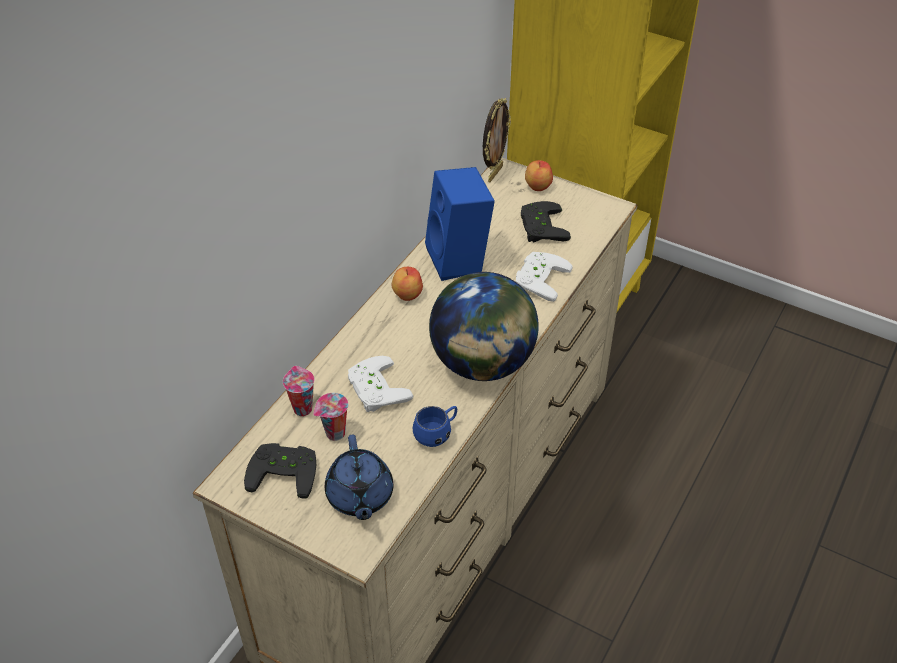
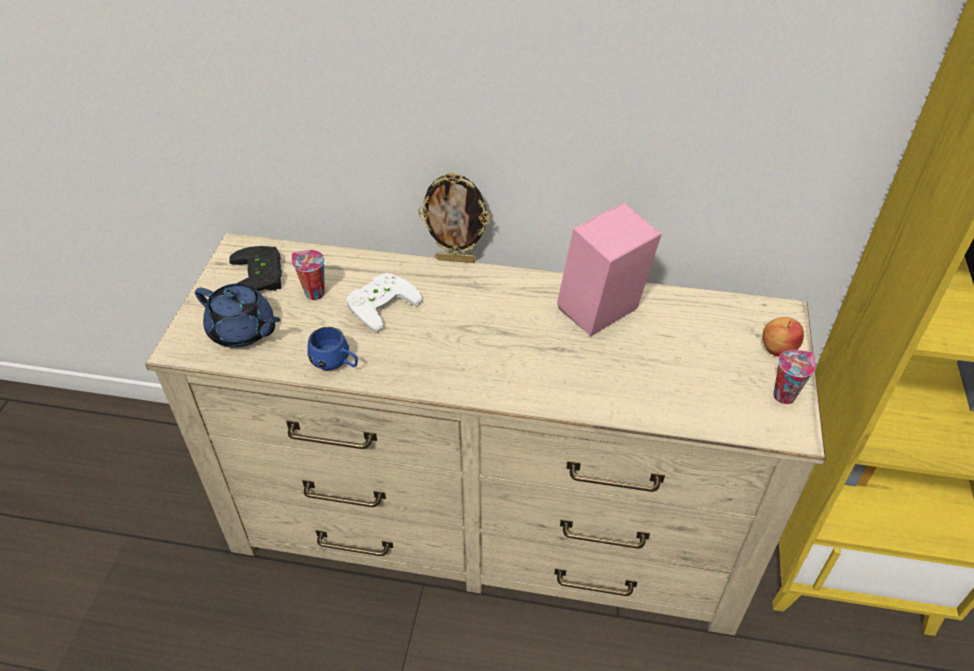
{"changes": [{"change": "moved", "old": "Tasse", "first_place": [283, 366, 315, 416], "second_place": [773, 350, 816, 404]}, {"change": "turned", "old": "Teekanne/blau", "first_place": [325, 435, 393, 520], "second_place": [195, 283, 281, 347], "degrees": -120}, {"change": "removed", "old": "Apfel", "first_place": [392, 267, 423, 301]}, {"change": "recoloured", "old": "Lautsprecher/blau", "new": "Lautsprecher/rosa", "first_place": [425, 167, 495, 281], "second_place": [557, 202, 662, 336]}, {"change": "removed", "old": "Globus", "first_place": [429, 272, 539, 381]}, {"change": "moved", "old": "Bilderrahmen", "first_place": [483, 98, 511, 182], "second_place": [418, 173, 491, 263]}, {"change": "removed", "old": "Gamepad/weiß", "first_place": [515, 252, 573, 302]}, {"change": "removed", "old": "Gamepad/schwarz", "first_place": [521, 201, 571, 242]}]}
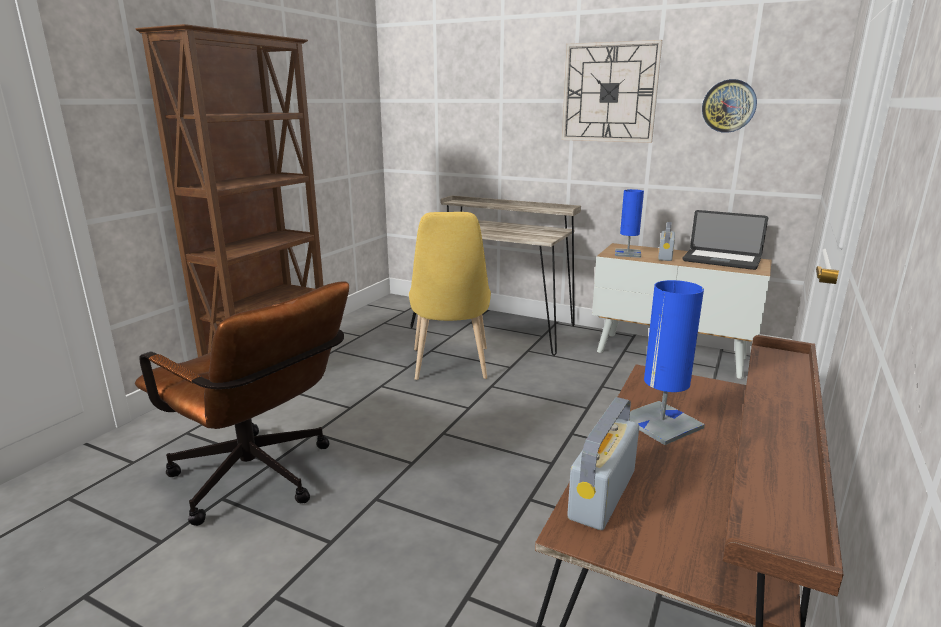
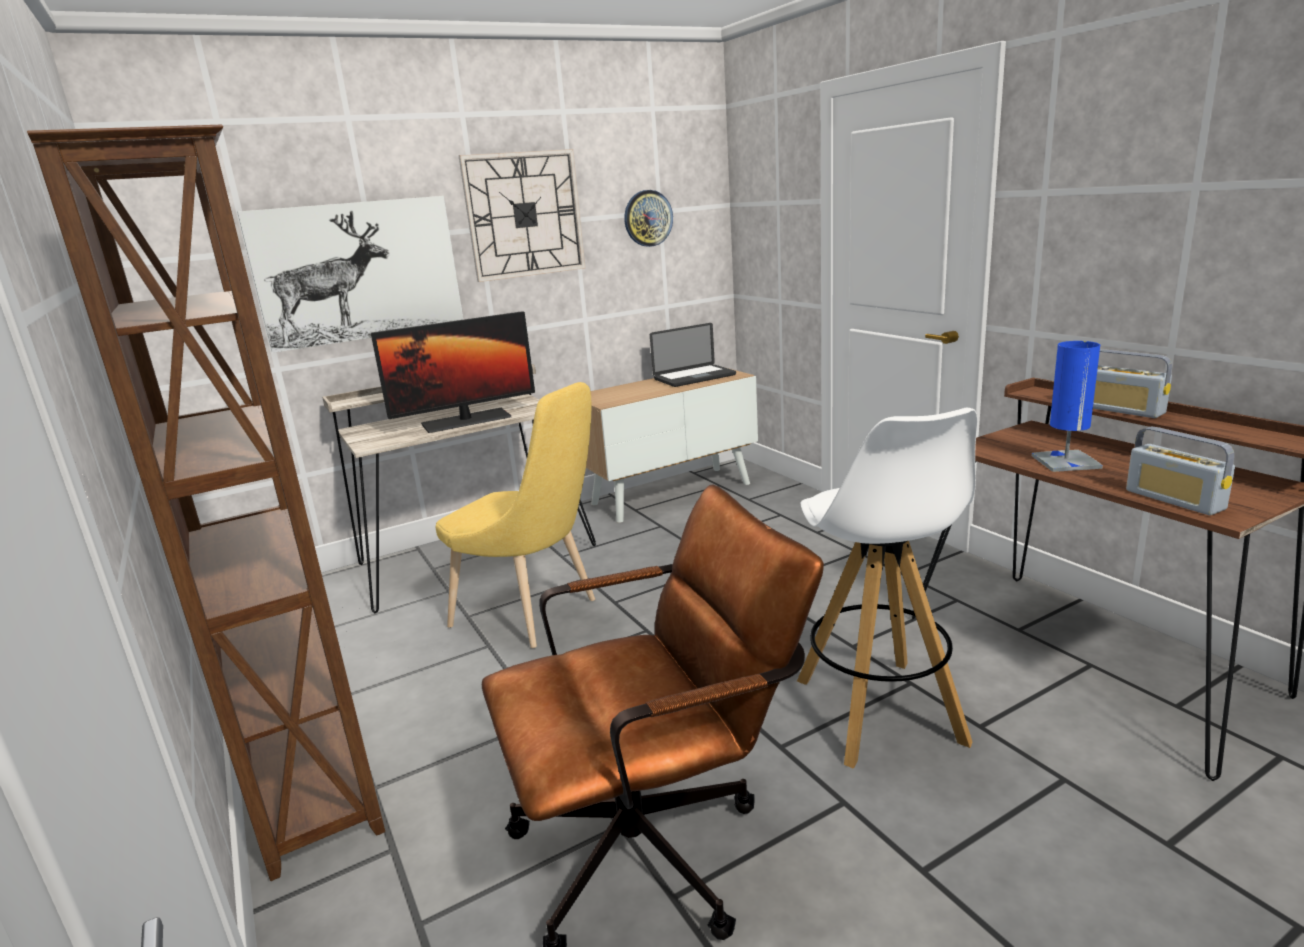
{"changes": [{"change": "removed", "old": "Tischlampe/blau", "first_place": [615, 189, 644, 258]}, {"change": "moved", "old": "Radio", "first_place": [658, 222, 675, 261], "second_place": [1093, 349, 1172, 418]}, {"change": "added", "new": "Bild", "second_place": [237, 196, 463, 353]}, {"change": "added", "new": "Monitor", "second_place": [371, 311, 535, 433]}, {"change": "added", "new": "Hocker/weiß", "second_place": [797, 408, 978, 769]}]}
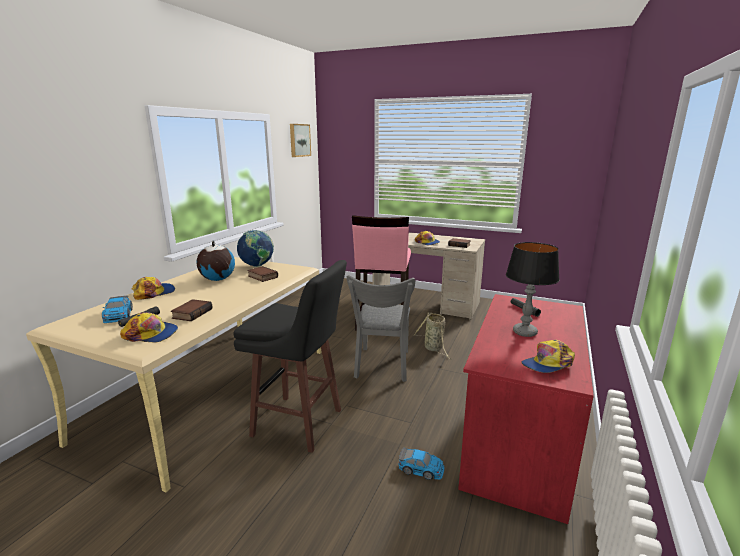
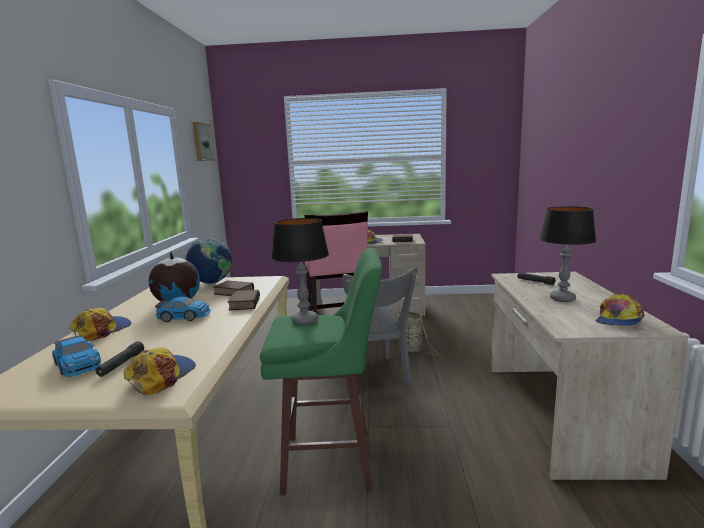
{"changes": [{"change": "turned", "old": "Kappe", "first_place": [120, 312, 178, 343], "second_place": [124, 347, 196, 395], "degrees": -60}, {"change": "moved", "old": "Buch", "first_place": [171, 299, 213, 321], "second_place": [228, 290, 260, 311]}, {"change": "recoloured", "old": "Hocker/schwarz", "new": "Hocker/grün", "first_place": [233, 260, 347, 453], "second_place": [260, 248, 382, 495]}, {"change": "moved", "old": "Spielzeugauto", "first_place": [399, 448, 445, 480], "second_place": [155, 297, 211, 322]}, {"change": "recoloured", "old": "Schreibtisch/rot", "new": "Schreibtisch/beige", "first_place": [458, 294, 594, 524], "second_place": [491, 272, 688, 480]}, {"change": "added", "new": "Tischlampe", "second_place": [271, 218, 329, 325]}]}
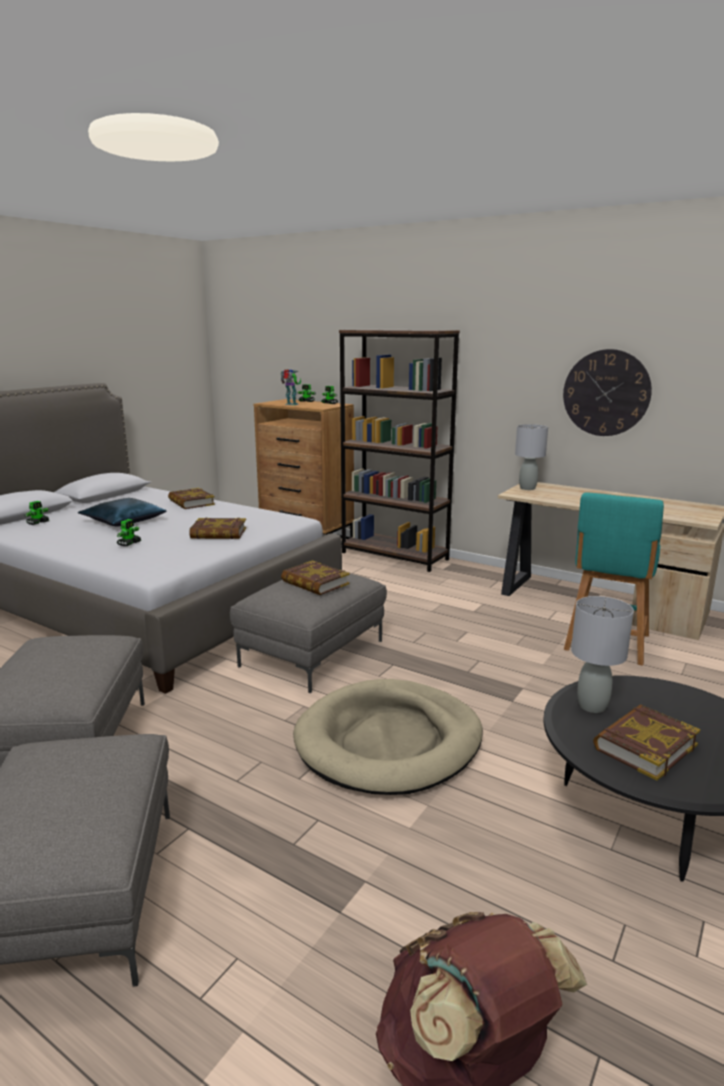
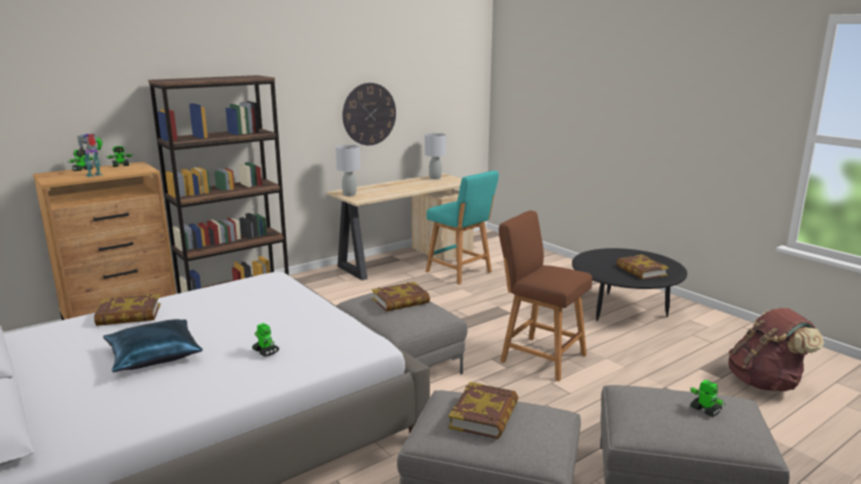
{"changes": [{"change": "moved", "old": "Spielzeugroboter", "first_place": [25, 501, 49, 525], "second_place": [690, 380, 726, 417]}, {"change": "moved", "old": "Buch", "first_place": [189, 518, 246, 539], "second_place": [448, 382, 518, 439]}, {"change": "replaced", "old": "Hundebett/beige", "new": "Hocker/braun", "first_place": [293, 679, 483, 795], "second_place": [499, 211, 592, 381]}, {"change": "moved", "old": "Tischlampe/grau", "first_place": [571, 596, 634, 713], "second_place": [425, 133, 446, 180]}]}
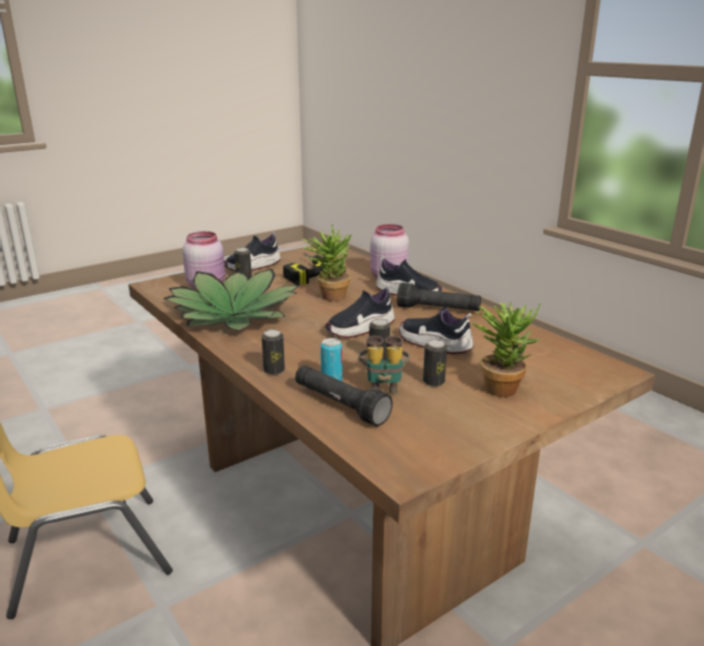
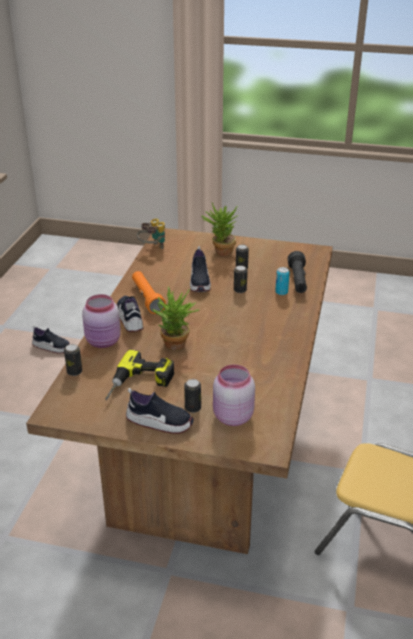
{"changes": [{"change": "removed", "old": "Topfpflanze", "first_place": [163, 269, 299, 331]}, {"change": "moved", "old": "Dose", "first_place": [262, 329, 285, 375], "second_place": [64, 344, 82, 376]}, {"change": "moved", "old": "Schuh", "first_place": [325, 285, 395, 338], "second_place": [32, 326, 70, 354]}, {"change": "moved", "old": "Fernglas", "first_place": [358, 336, 410, 394], "second_place": [137, 218, 165, 249]}, {"change": "recoloured", "old": "Taschenlampe/schwarz", "new": "Taschenlampe/orange", "first_place": [397, 283, 481, 311], "second_place": [132, 271, 166, 314]}]}
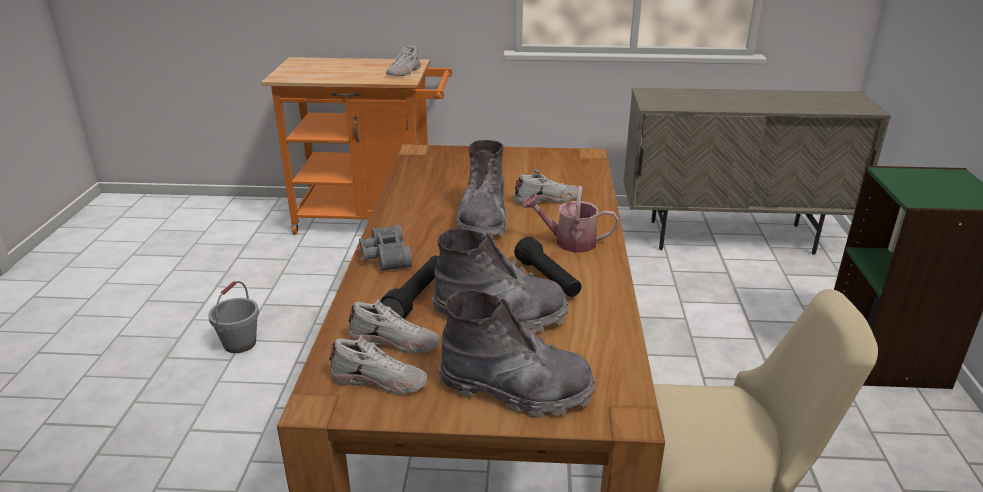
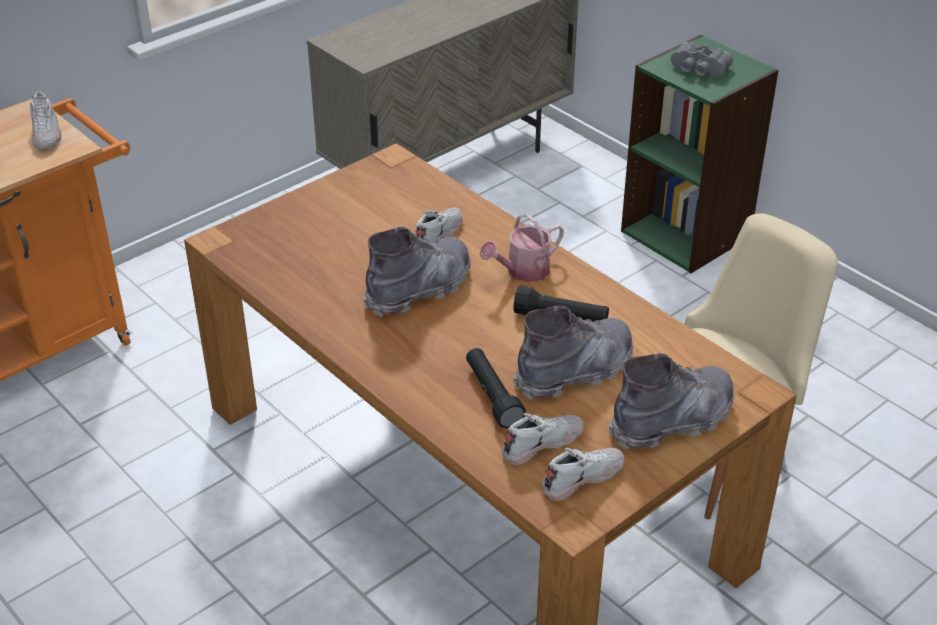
{"changes": [{"change": "removed", "old": "Eimer/grau", "first_place": [208, 281, 259, 353]}, {"change": "moved", "old": "Fernglas/grau", "first_place": [359, 225, 412, 271], "second_place": [671, 42, 733, 77]}, {"change": "turned", "old": "Stiefel/grau", "first_place": [457, 140, 507, 239], "second_place": [363, 227, 471, 317], "degrees": -90}]}
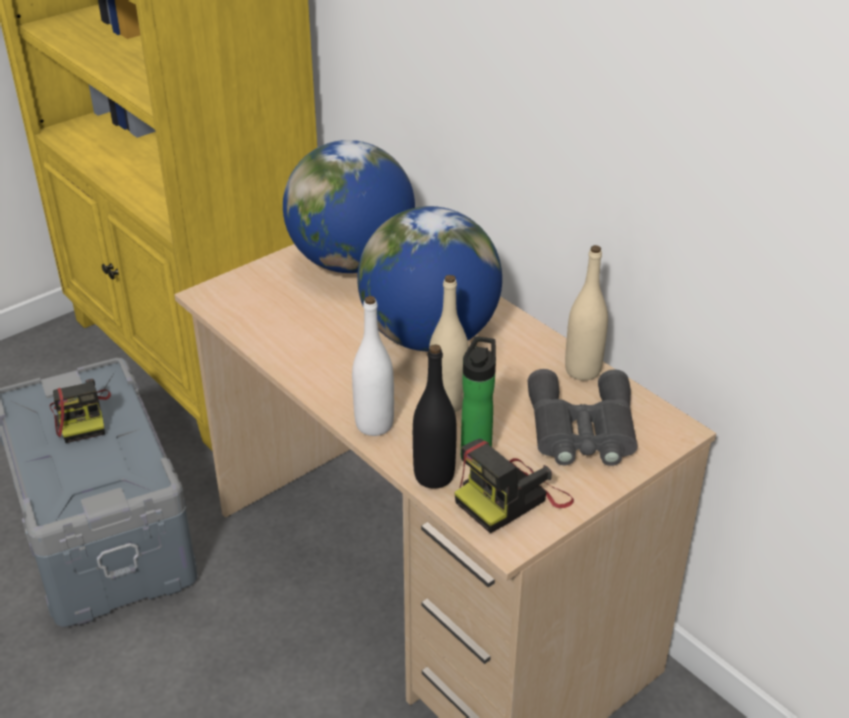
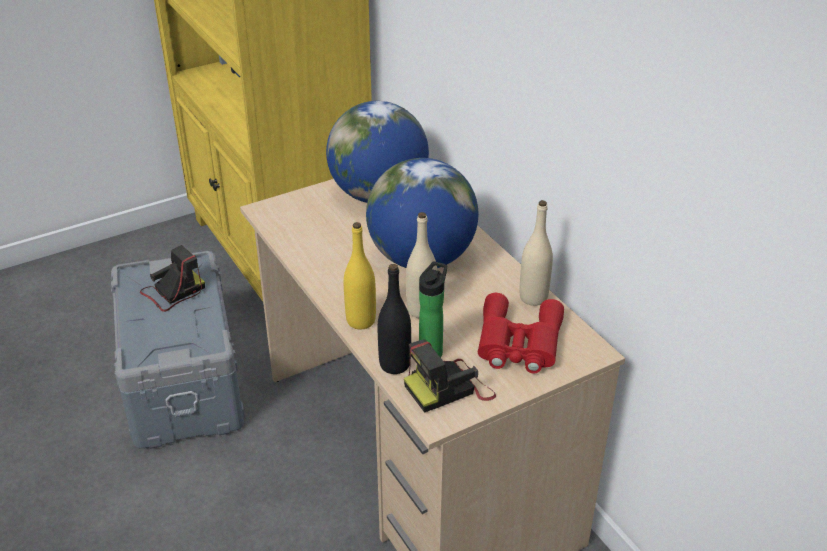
{"changes": [{"change": "turned", "old": "Kamera", "first_place": [50, 379, 111, 443], "second_place": [140, 245, 205, 312], "degrees": -120}, {"change": "recoloured", "old": "Flasche/weiß", "new": "Flasche/gelb", "first_place": [352, 296, 394, 436], "second_place": [344, 222, 376, 330]}, {"change": "recoloured", "old": "Fernglas/grau", "new": "Fernglas/rot", "first_place": [528, 369, 638, 466], "second_place": [478, 293, 564, 373]}]}
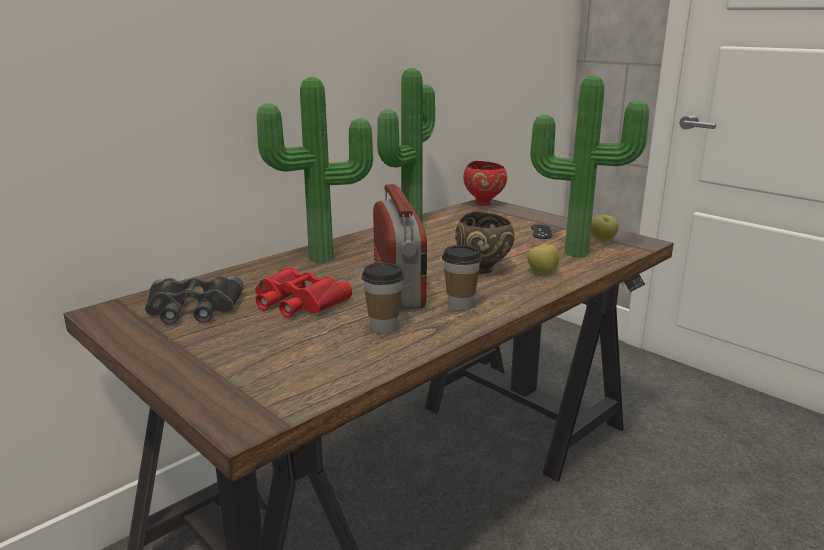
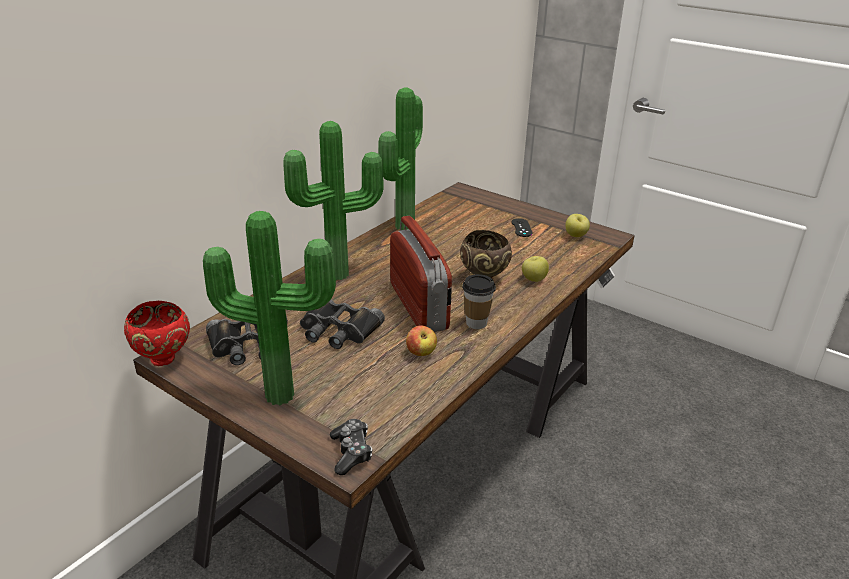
{"changes": [{"change": "recoloured", "old": "Fernglas/rot", "new": "Fernglas/schwarz", "first_place": [255, 267, 352, 317], "second_place": [300, 300, 385, 349]}, {"change": "replaced", "old": "Tasse", "new": "Apfel", "first_place": [361, 262, 405, 333], "second_place": [406, 325, 437, 356]}, {"change": "moved", "old": "Schüssel/rot", "first_place": [463, 161, 507, 206], "second_place": [124, 301, 190, 366]}, {"change": "moved", "old": "Topfpflanze", "first_place": [530, 76, 649, 257], "second_place": [203, 211, 336, 405]}, {"change": "added", "new": "Gamepad", "second_place": [330, 419, 372, 475]}]}
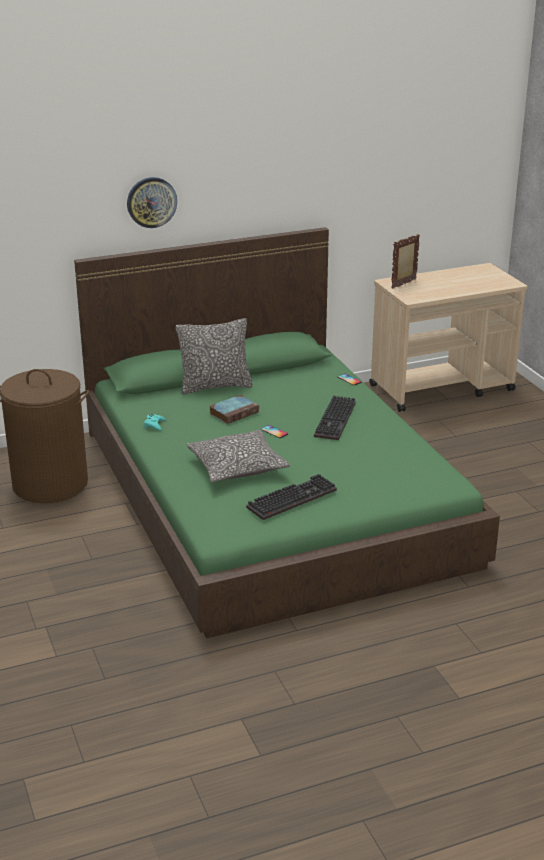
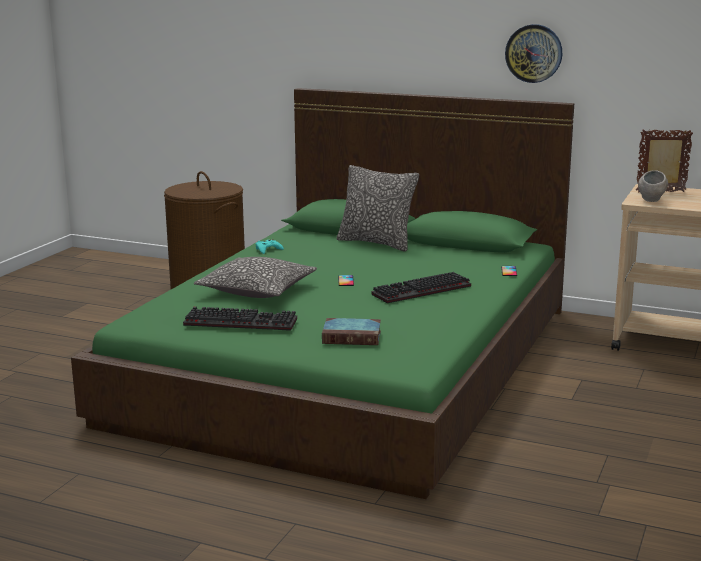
{"changes": [{"change": "moved", "old": "Wanduhr", "first_place": [127, 177, 177, 228], "second_place": [505, 24, 562, 83]}, {"change": "moved", "old": "Buch", "first_place": [209, 395, 259, 424], "second_place": [322, 318, 381, 345]}, {"change": "added", "new": "Schüssel/grau", "second_place": [638, 170, 668, 202]}]}
